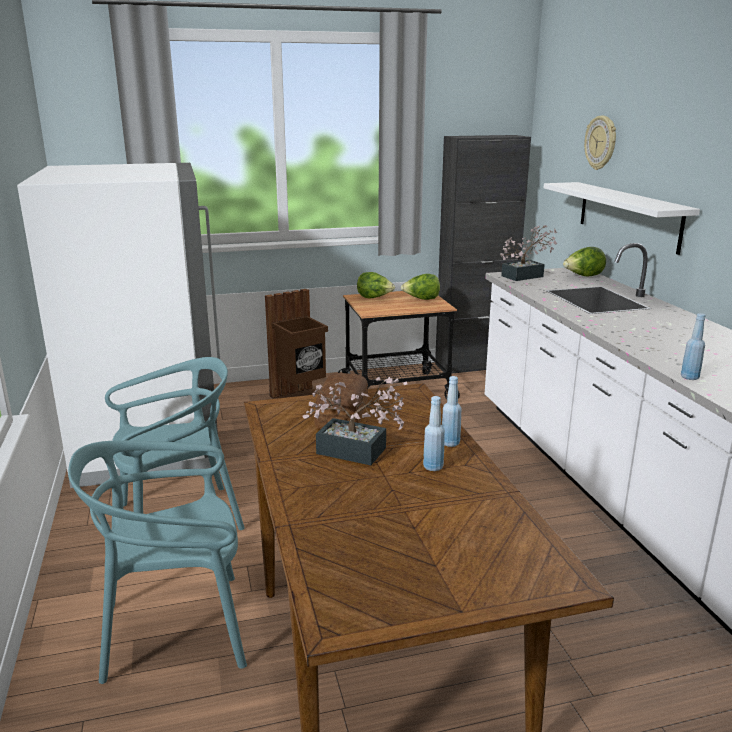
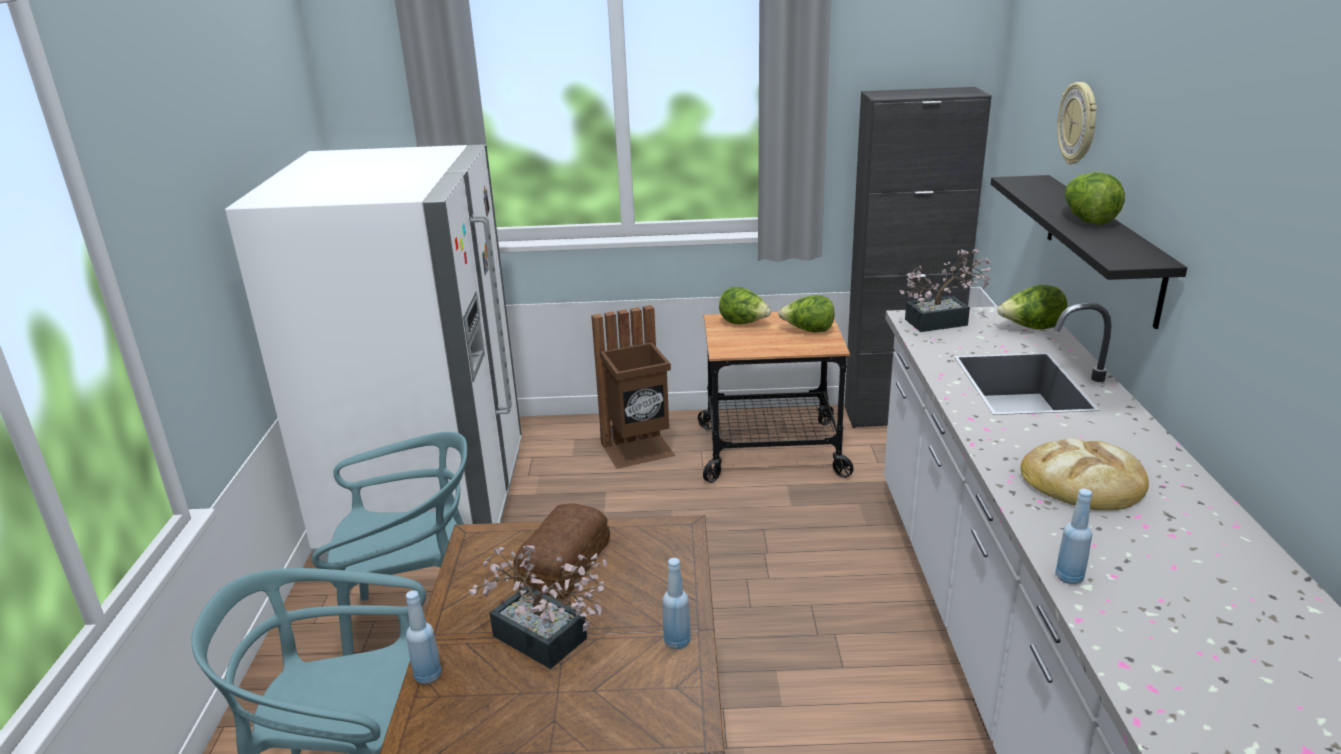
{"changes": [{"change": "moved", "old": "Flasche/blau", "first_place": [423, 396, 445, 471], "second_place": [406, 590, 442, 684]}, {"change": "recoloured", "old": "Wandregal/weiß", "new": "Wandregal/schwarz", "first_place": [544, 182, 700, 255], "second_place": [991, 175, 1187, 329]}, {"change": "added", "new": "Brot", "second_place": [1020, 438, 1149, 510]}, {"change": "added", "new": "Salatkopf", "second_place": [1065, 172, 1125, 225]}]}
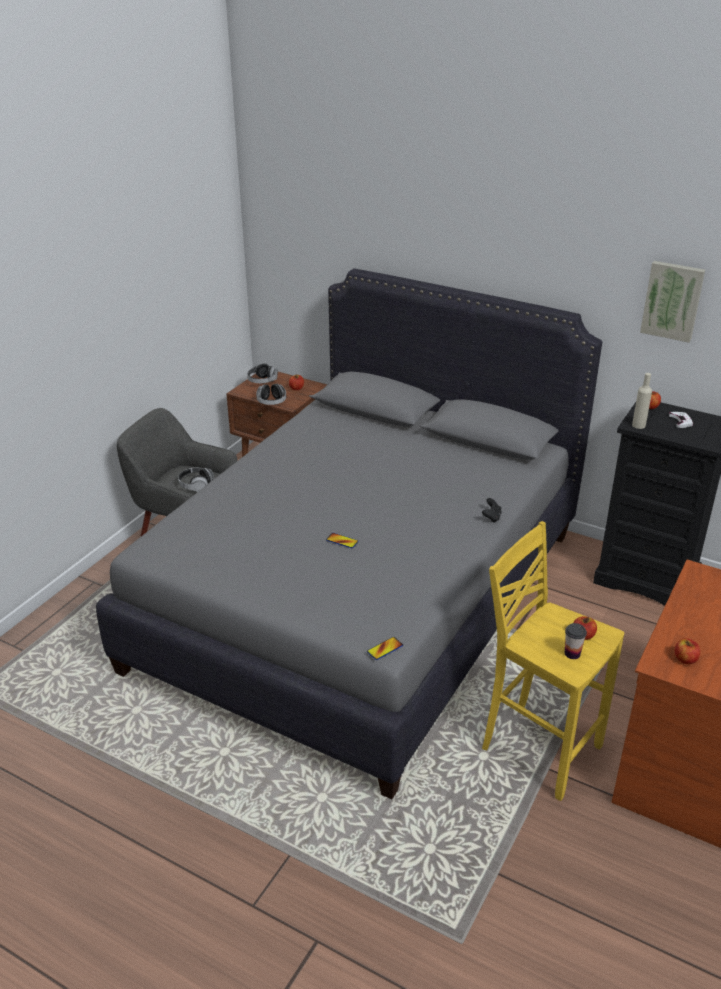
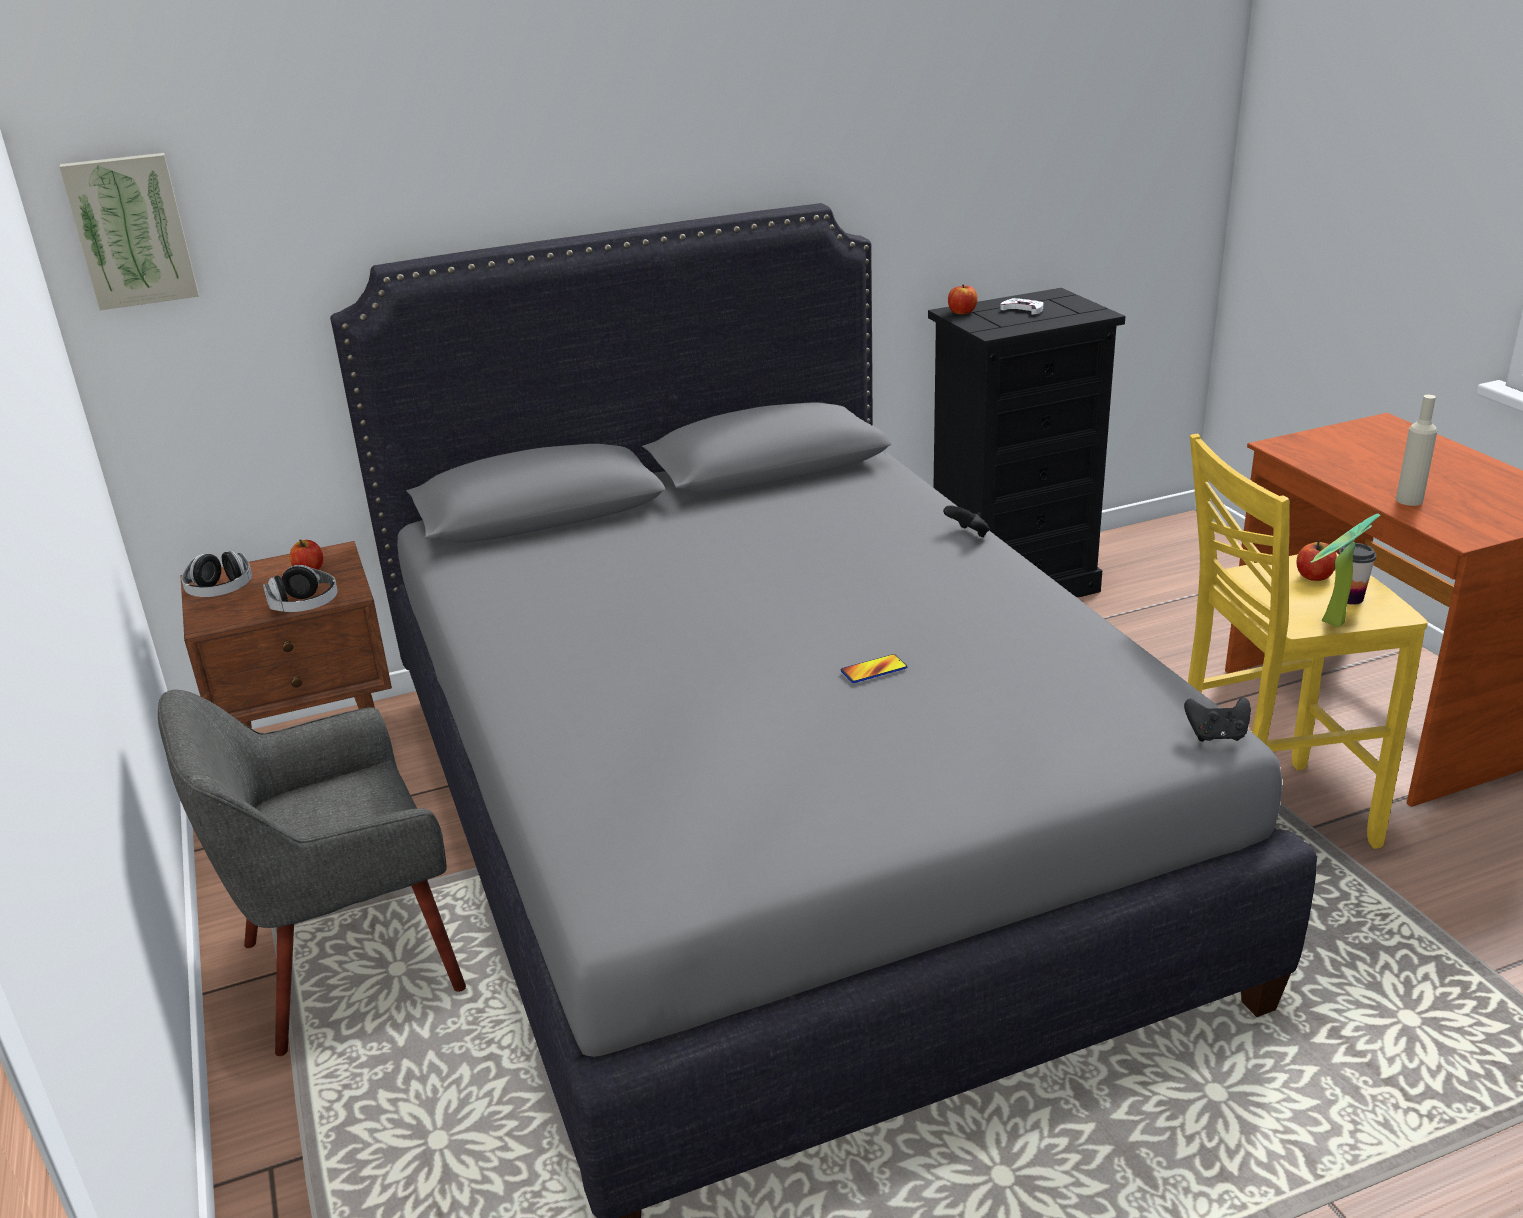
{"changes": [{"change": "removed", "old": "Kopfhörer", "first_place": [178, 468, 214, 492]}, {"change": "replaced", "old": "Handy", "new": "Gamepad/schwarz", "first_place": [367, 637, 403, 660], "second_place": [1184, 697, 1251, 742]}, {"change": "moved", "old": "Flasche/beige", "first_place": [632, 373, 652, 429], "second_place": [1396, 395, 1437, 506]}, {"change": "moved", "old": "Bild", "first_place": [640, 261, 705, 343], "second_place": [59, 153, 199, 310]}, {"change": "removed", "old": "Apfel", "first_place": [675, 638, 700, 664]}, {"change": "added", "new": "Topfpflanze", "second_place": [1310, 514, 1380, 627]}]}
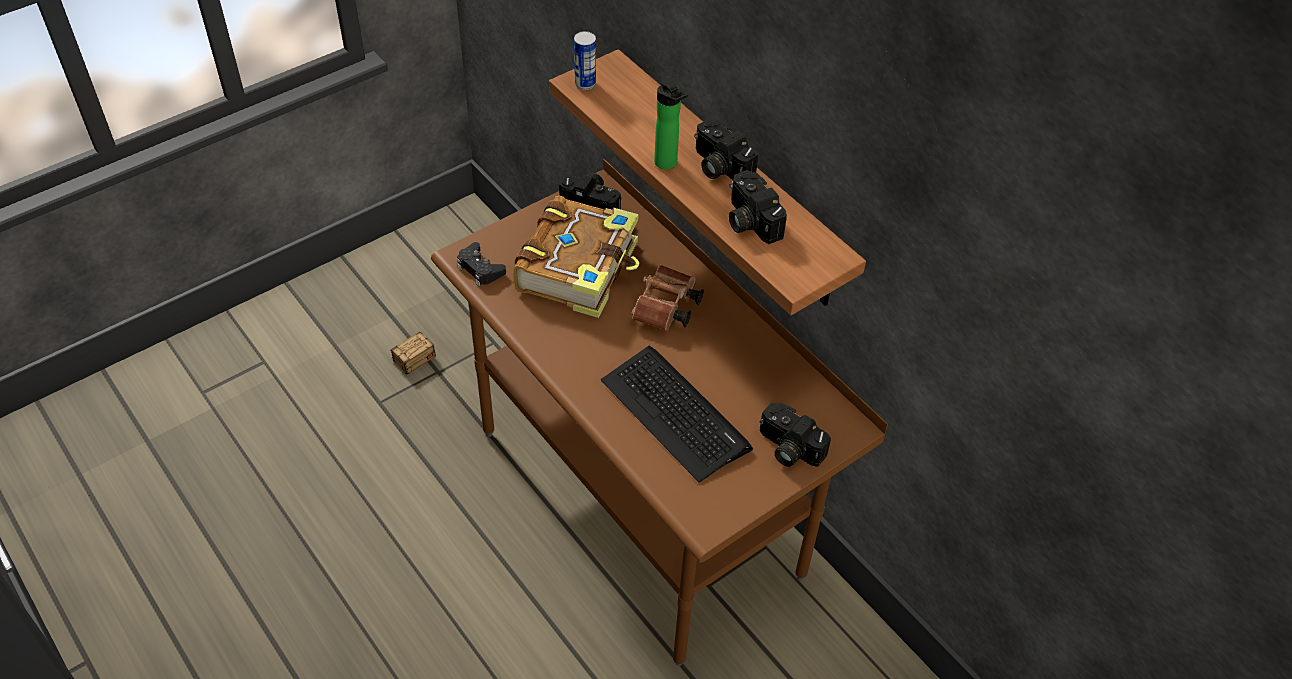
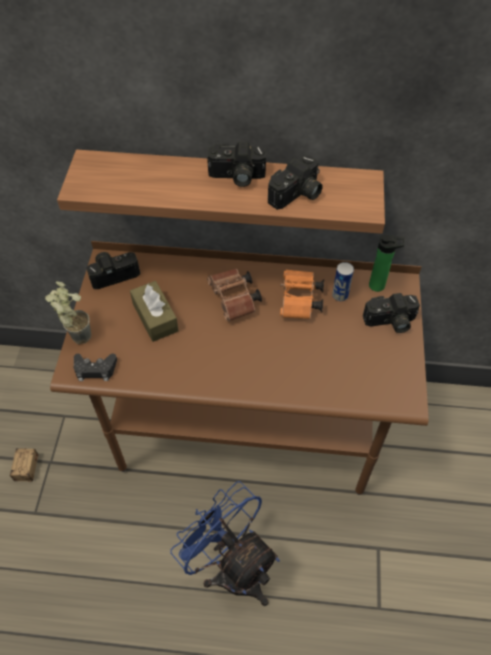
{"changes": [{"change": "replaced", "old": "Buch", "new": "Taschentuchbox/braun", "first_place": [513, 196, 639, 318], "second_place": [130, 281, 179, 342]}, {"change": "moved", "old": "Dose", "first_place": [574, 31, 596, 90], "second_place": [332, 262, 354, 301]}, {"change": "removed", "old": "Tastatur", "first_place": [601, 345, 753, 482]}, {"change": "moved", "old": "Flasche", "first_place": [654, 77, 688, 170], "second_place": [369, 235, 405, 292]}, {"change": "turned", "old": "Kamera", "first_place": [729, 170, 787, 244], "second_place": [268, 155, 323, 210], "degrees": -60}, {"change": "added", "new": "Topfpflanze", "second_place": [45, 281, 91, 344]}, {"change": "added", "new": "Ventilator/blau", "second_place": [170, 481, 280, 606]}, {"change": "added", "new": "Fernglas/orange", "second_place": [280, 269, 324, 319]}]}
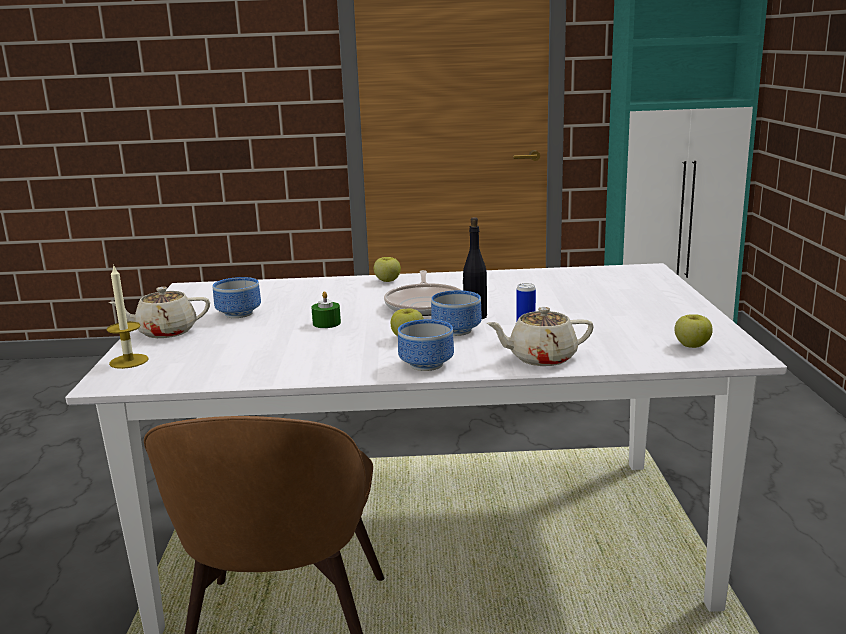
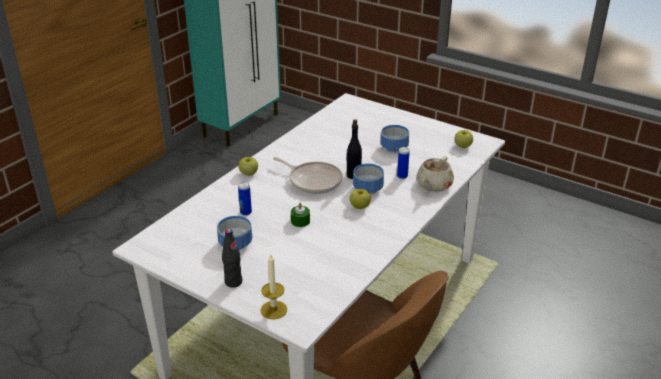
{"changes": [{"change": "replaced", "old": "Teekanne/beige", "new": "Flasche/schwarz", "first_place": [109, 287, 210, 338], "second_place": [222, 229, 242, 288]}, {"change": "moved", "old": "Schüssel", "first_place": [398, 319, 454, 371], "second_place": [381, 125, 409, 153]}, {"change": "added", "new": "Dose", "second_place": [238, 182, 252, 216]}]}
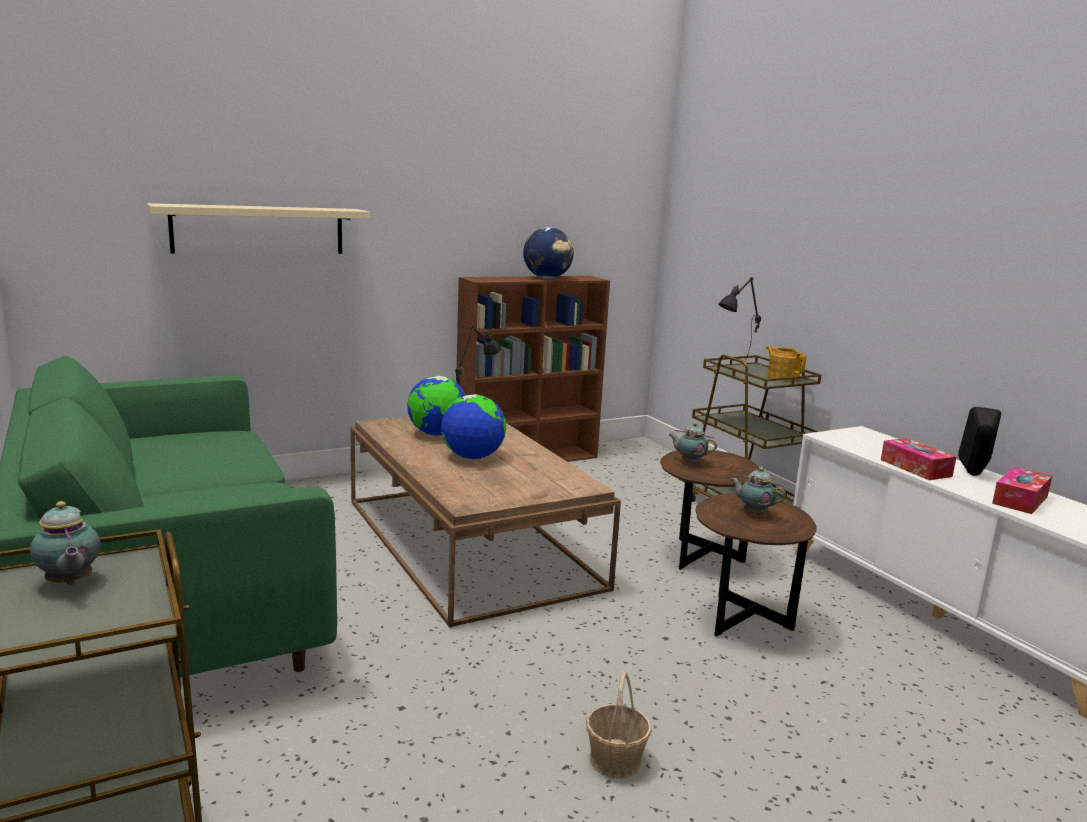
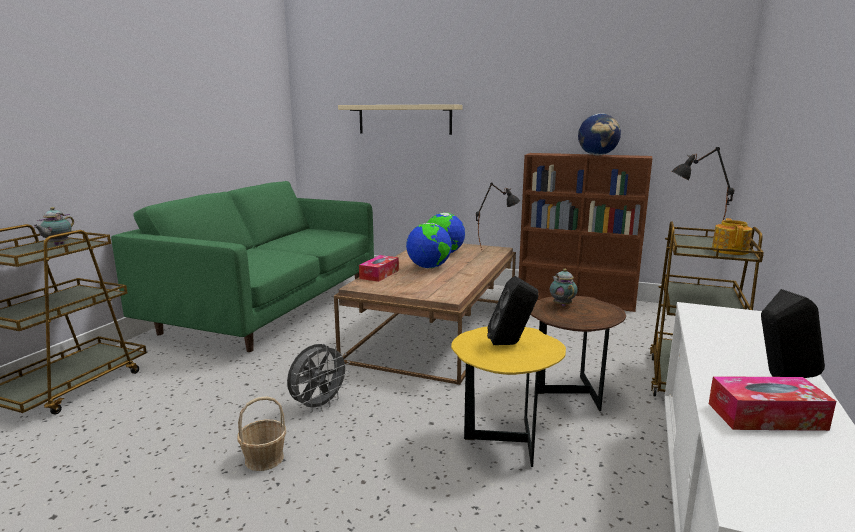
{"changes": [{"change": "recoloured", "old": "Beistelltisch/braun", "new": "Beistelltisch/gelb", "first_place": [695, 493, 817, 637], "second_place": [451, 327, 566, 467]}, {"change": "replaced", "old": "Teekanne", "new": "Lautsprecher/schwarz", "first_place": [730, 467, 786, 516], "second_place": [487, 276, 539, 345]}, {"change": "moved", "old": "Taschentuchbox", "first_place": [881, 438, 956, 480], "second_place": [359, 255, 399, 282]}, {"change": "added", "new": "Ventilator/grau", "second_place": [287, 344, 350, 413]}]}
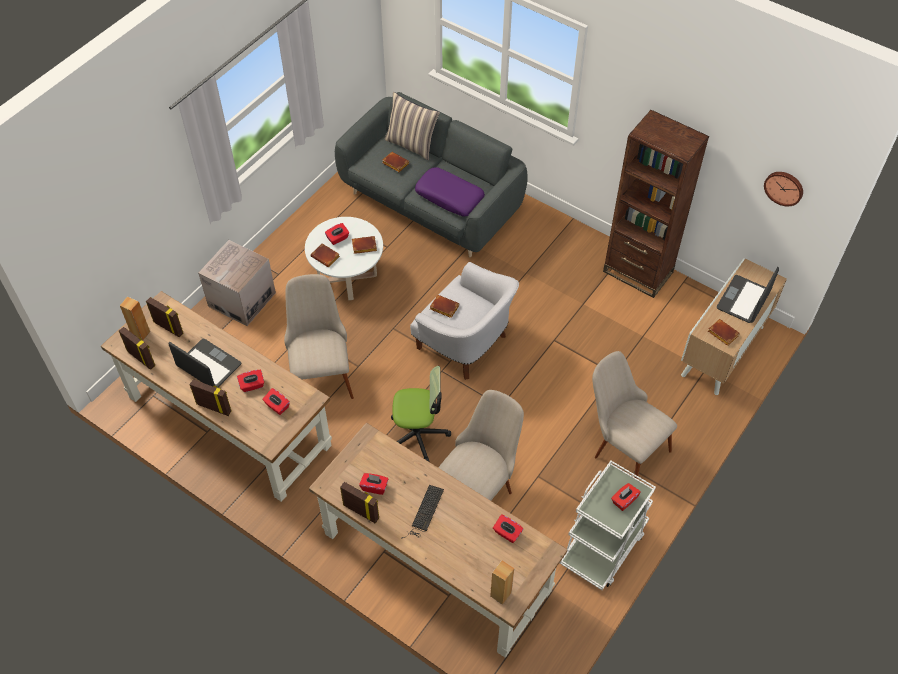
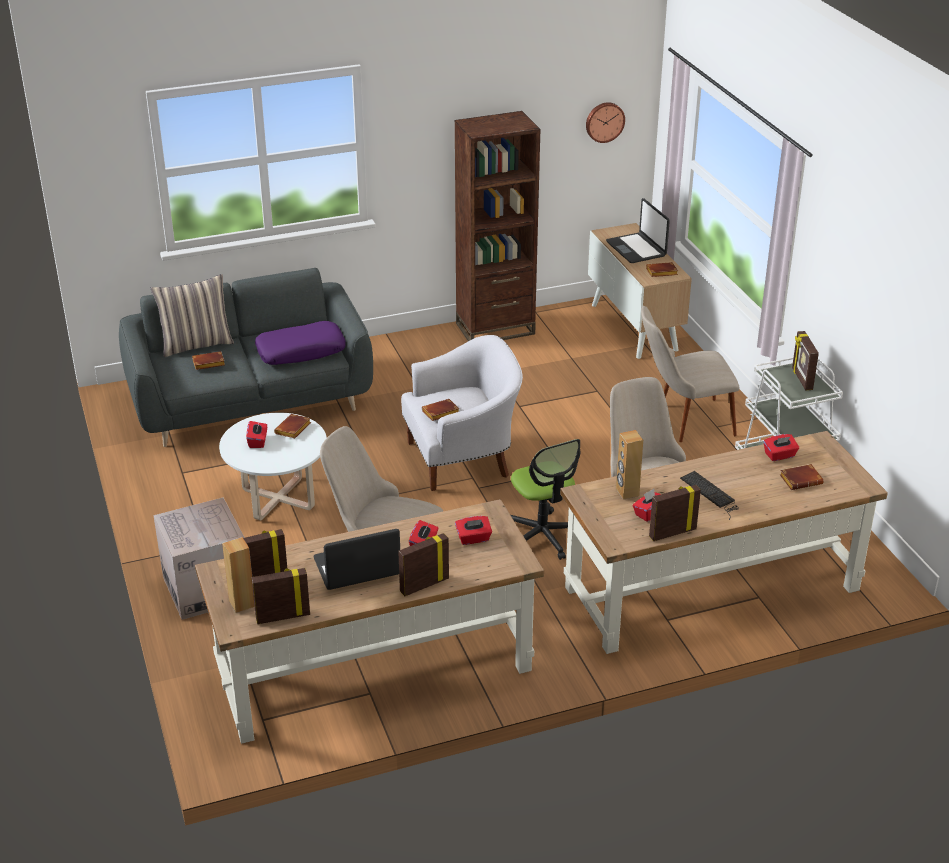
{"changes": [{"change": "moved", "old": "Buch/braun", "first_place": [310, 243, 340, 267], "second_place": [780, 464, 823, 490]}, {"change": "turned", "old": "Bürostuhl", "first_place": [391, 366, 451, 462], "second_place": [511, 439, 581, 560], "degrees": 120}, {"change": "moved", "old": "Lautsprecher/braun", "first_place": [490, 560, 514, 605], "second_place": [616, 430, 643, 500]}, {"change": "replaced", "old": "Taschentuchbox/rot", "new": "Bilderrahmen", "first_place": [611, 483, 641, 511], "second_place": [792, 331, 819, 390]}]}
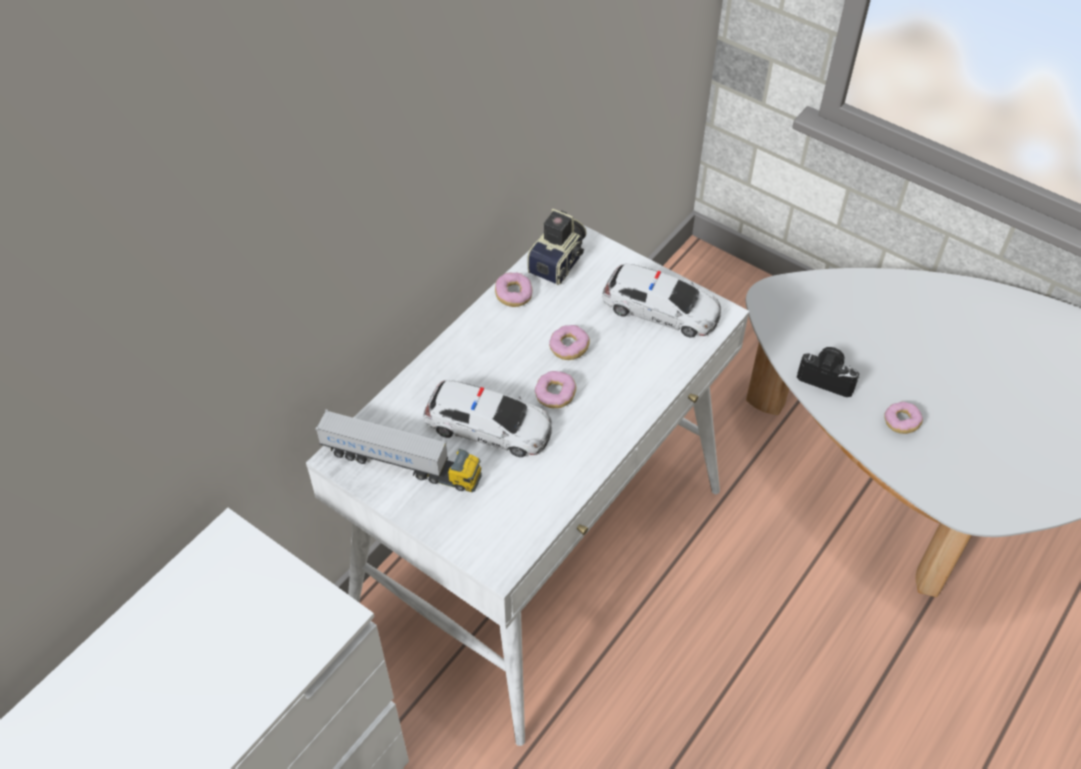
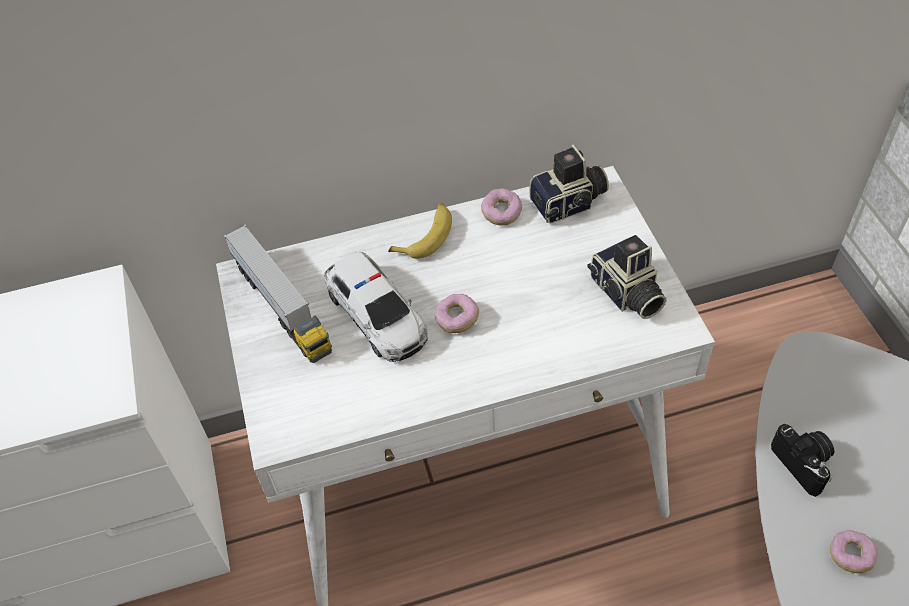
{"changes": [{"change": "removed", "old": "Donut", "first_place": [549, 325, 590, 360]}, {"change": "replaced", "old": "Spielzeugauto", "new": "Kamera", "first_place": [602, 263, 721, 338], "second_place": [588, 235, 667, 319]}, {"change": "added", "new": "Banane", "second_place": [388, 203, 452, 259]}]}
